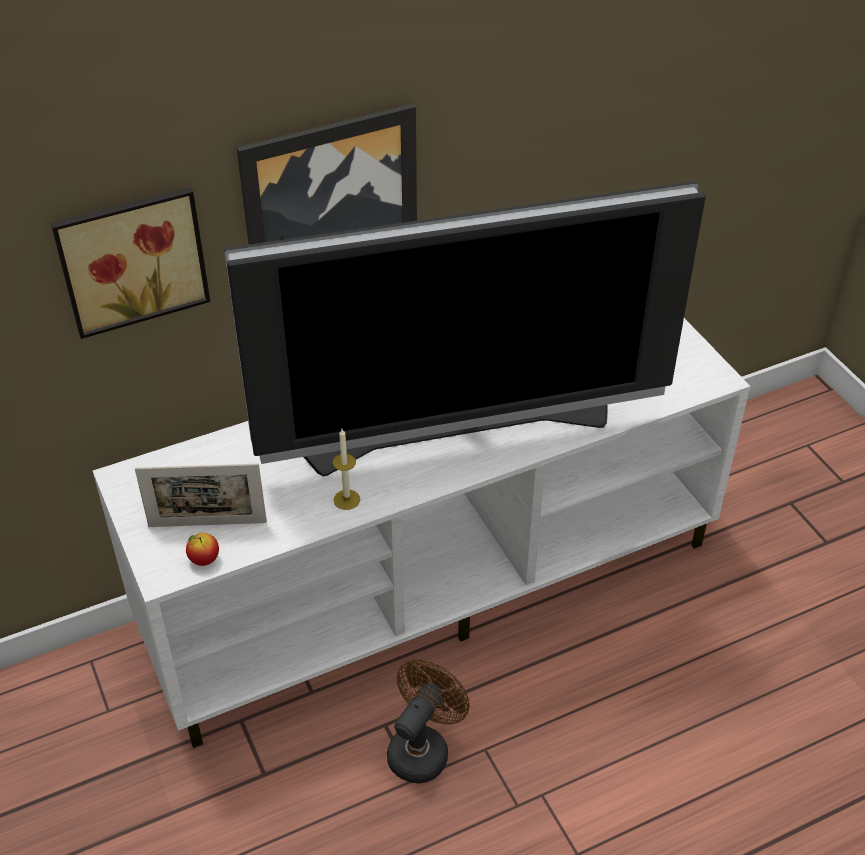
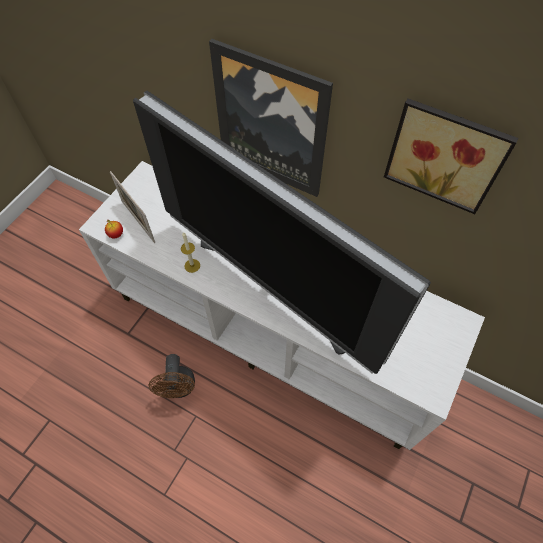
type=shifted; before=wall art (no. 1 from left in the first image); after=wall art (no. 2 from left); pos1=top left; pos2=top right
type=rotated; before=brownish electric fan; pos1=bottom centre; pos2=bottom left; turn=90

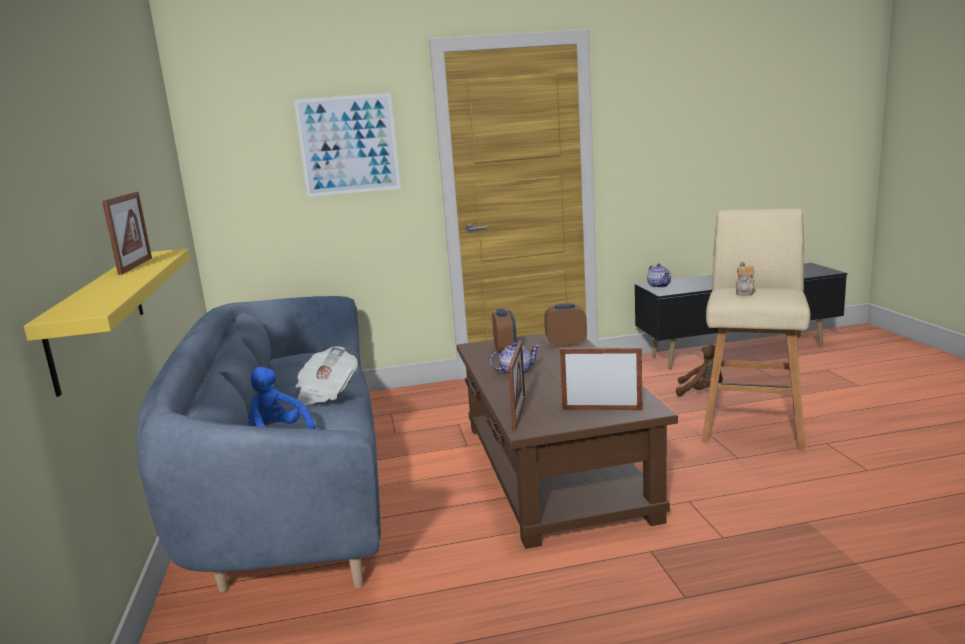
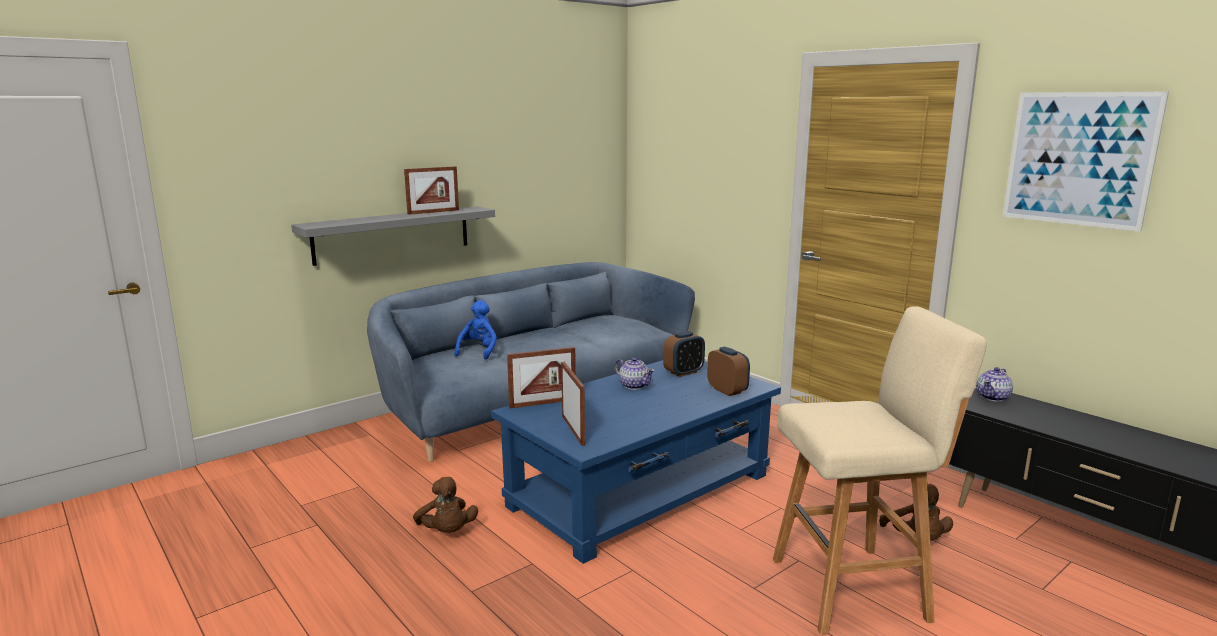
type=gone; before=newspaper; pos1=centre
type=gone; before=pot for tea (no. 3 from left); pos1=middle right
type=new; after=brownish plush toy (no. 1 from left); pos2=bottom centre
type=shifted; before=wall art; pos1=top centre; pos2=top right
type=repainted; before=yellow wall shelf; after=greyish wall shelf; pos1=middle left; pos2=middle left
type=repainted; before=brownish coffee table; after=blue coffee table; pos1=bottom centre; pos2=bottom centre

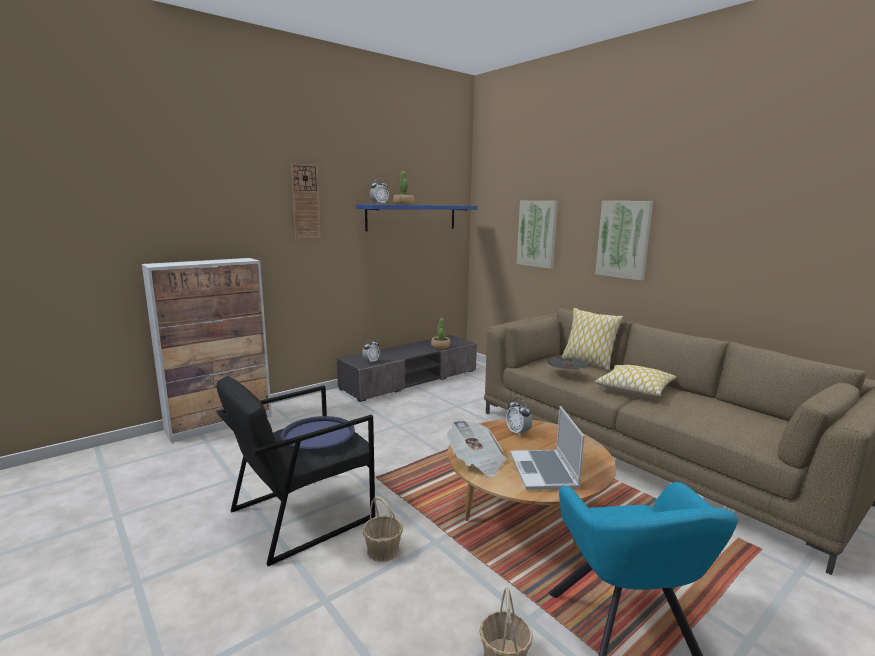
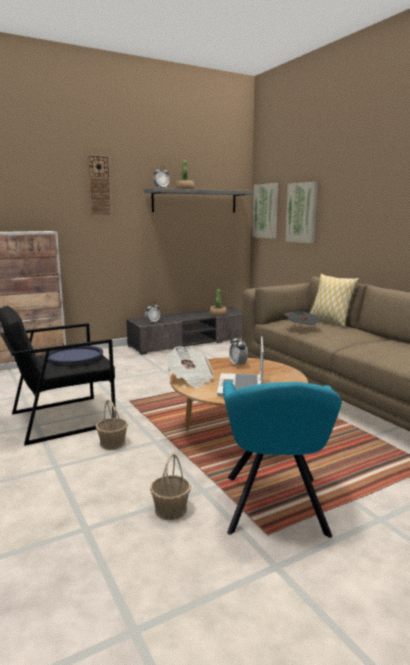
type=gone; before=pillow (no. 2 from left); pos1=middle right
type=shifted; before=wall art (no. 2 from left in the first image); after=wall art (no. 1 from left); pos1=middle right; pos2=top centre
type=repainted; before=blue wall shelf; after=greyish wall shelf; pos1=top centre; pos2=top centre

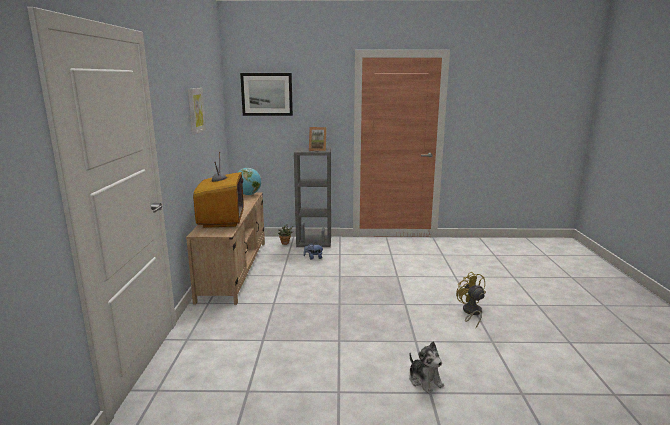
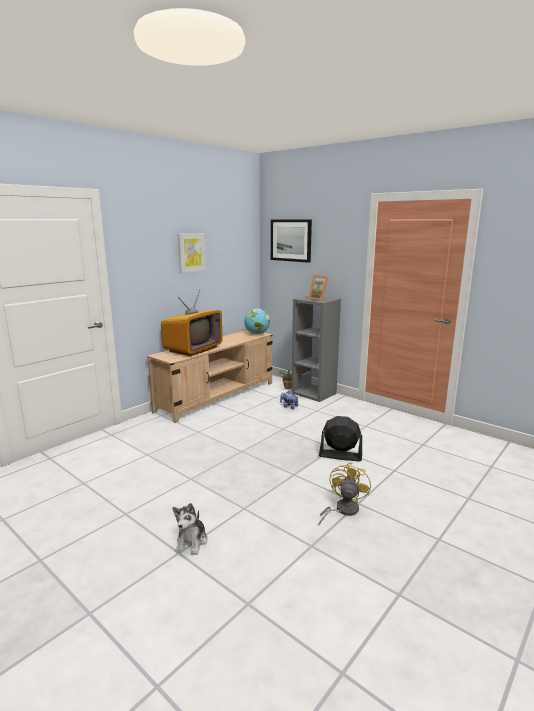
type=new; after=blackish electric fan; pos2=centre

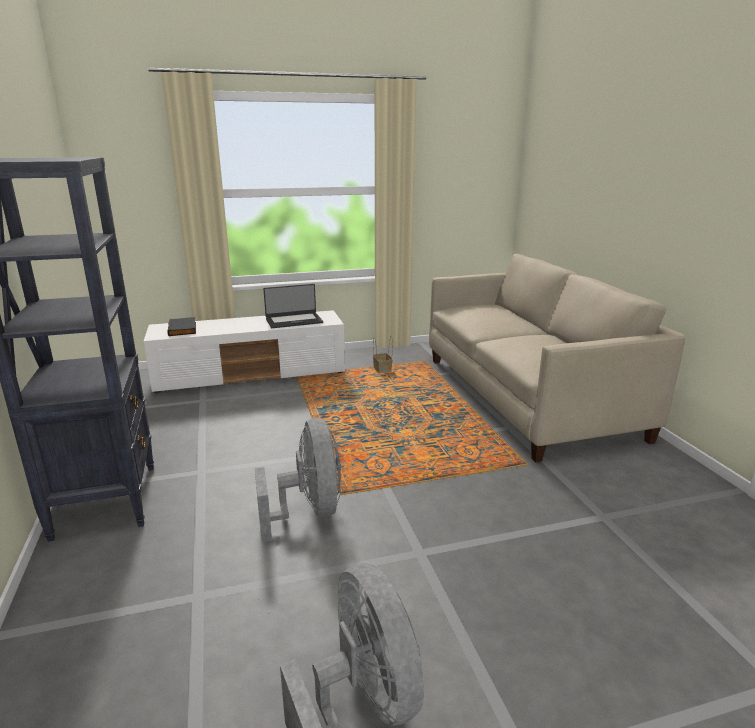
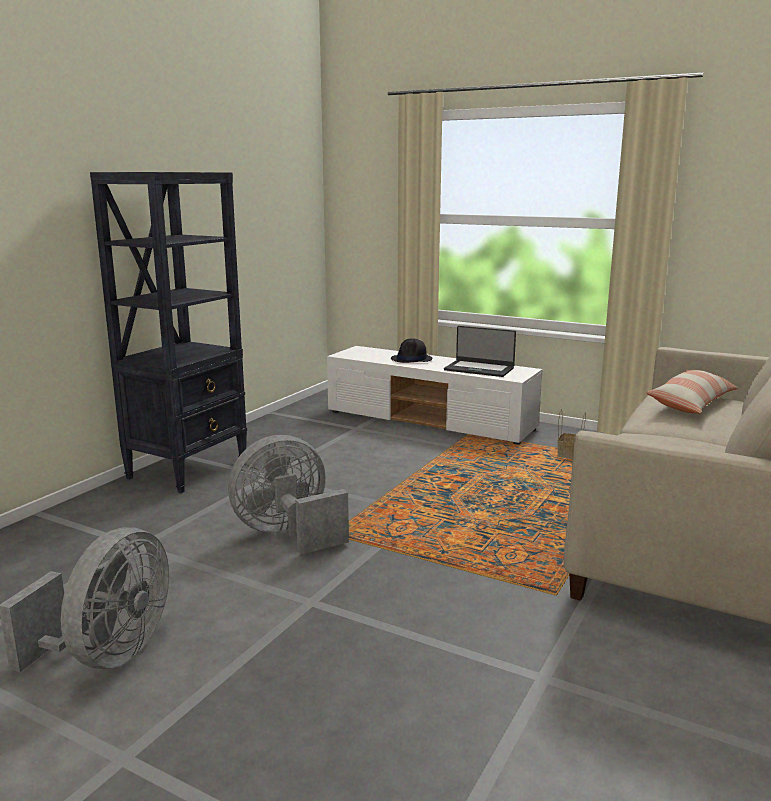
type=gone; before=blackish book; pos1=middle left
type=new; after=blackish wearable hat; pos2=centre
type=new; after=pillow; pos2=middle right
type=rotated; before=greyish electric fan (no. 1 from left in the first image); pos1=centre; pos2=centre; turn=-150

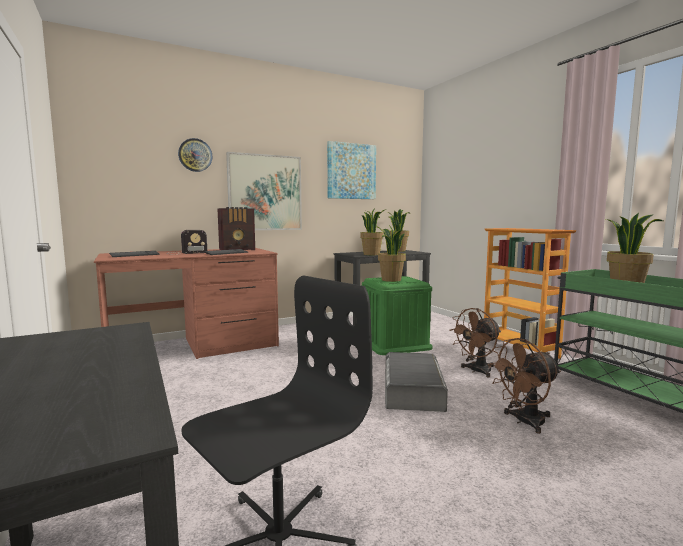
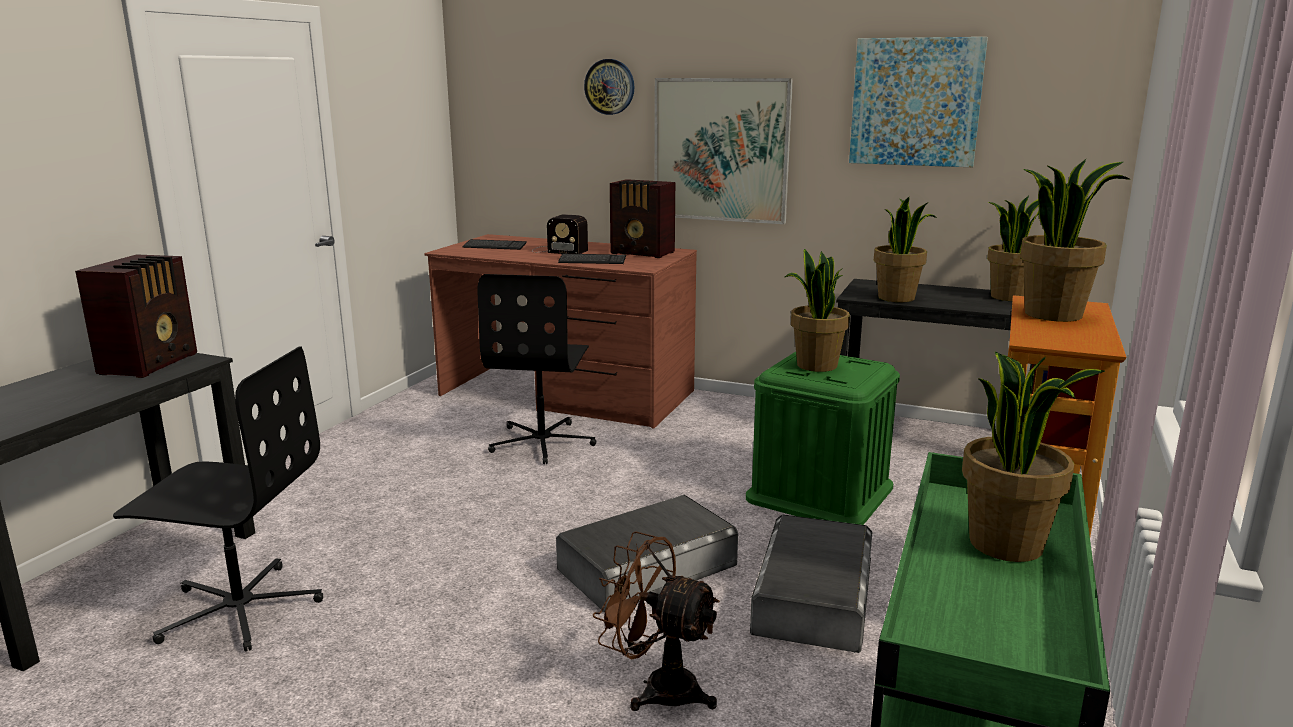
type=new; after=radio receiver (no. 1 from left); pos2=middle left
type=new; after=blackish desk chair (no. 2 from left); pos2=centre
type=new; after=plant in a pot (no. 5 from left); pos2=top right
type=swapped; before=brownish electric fan (no. 1 from left); after=greyish storage box (no. 2 from left); pos1=middle right; pos2=bottom centre

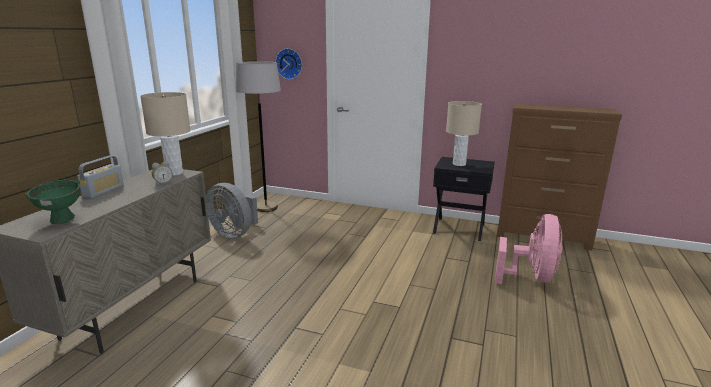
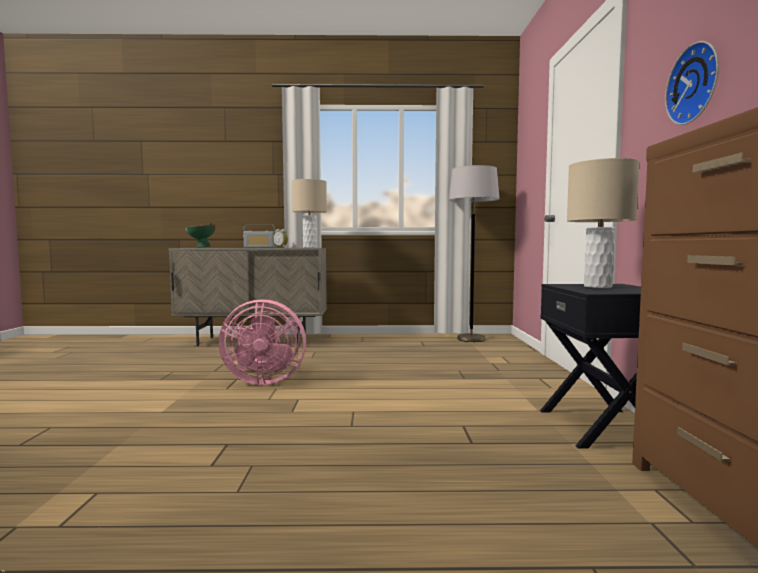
type=gone; before=greyish electric fan; pos1=middle left
type=shifted; before=clock on the wall; pos1=top centre; pos2=top right
type=shifted; before=pink electric fan; pos1=middle right; pos2=centre

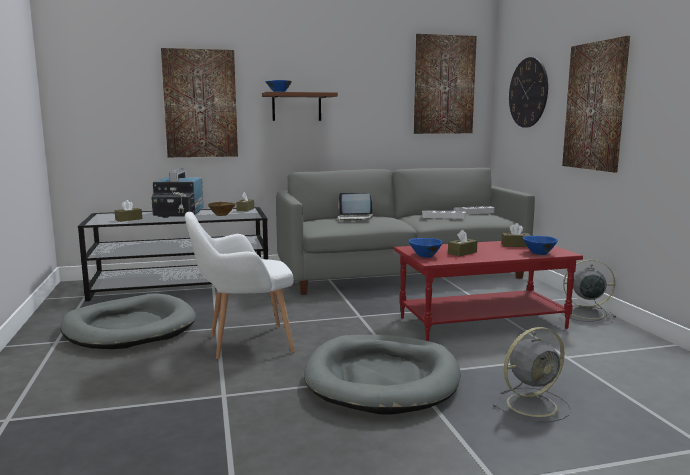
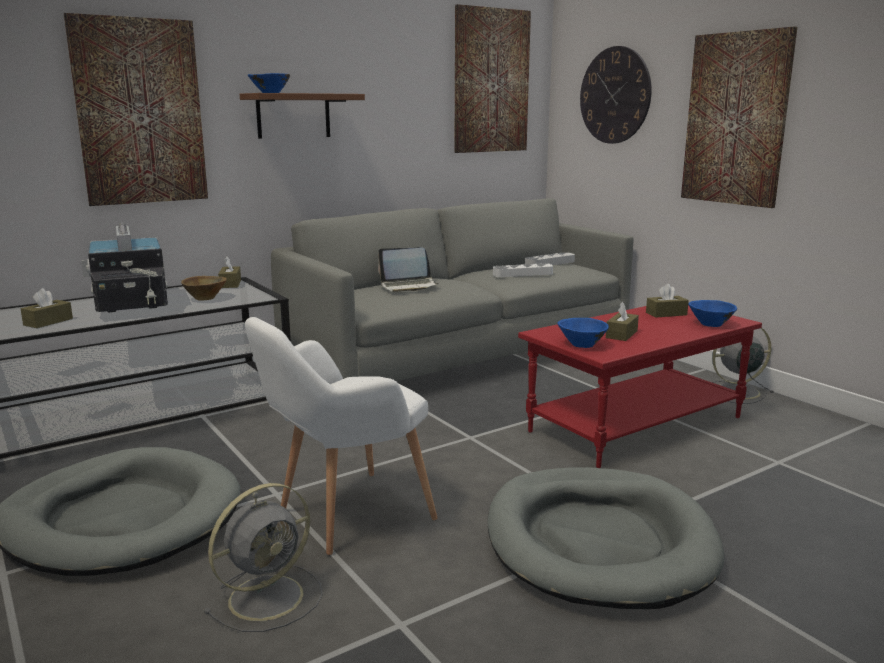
type=shifted; before=greyish electric fan (no. 1 from left); pos1=bottom right; pos2=bottom left

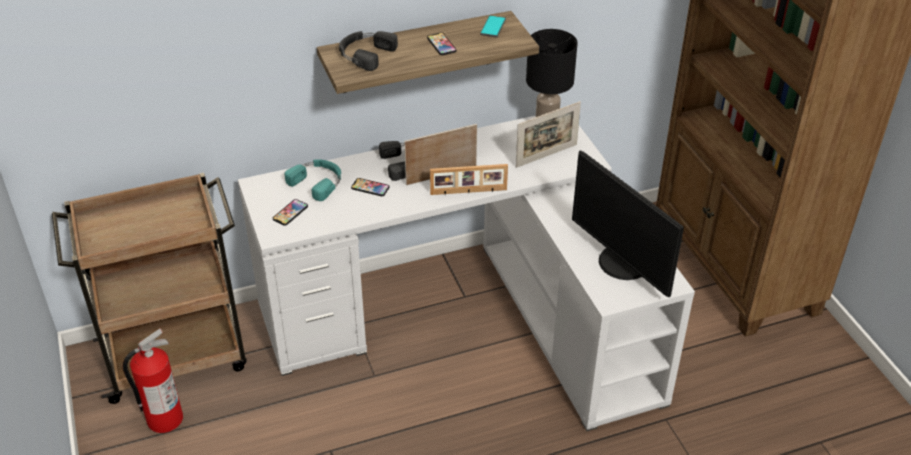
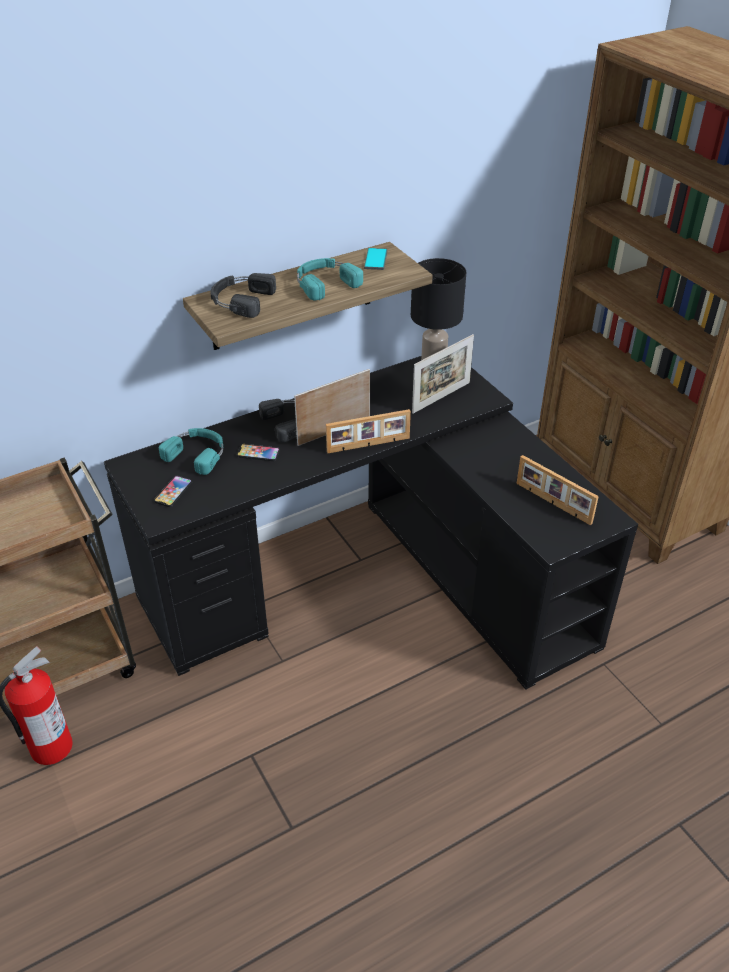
type=swapped; before=phone (no. 3 from left); after=turquoise-coloured pair of headphones (no. 2 from left); pos1=top centre; pos2=top centre
type=swapped; before=computer screen; after=standing frame (no. 4 from left); pos1=middle right; pos2=middle right
type=repainted; before=white-coloured desk; after=blackish desk; pos1=centre; pos2=centre

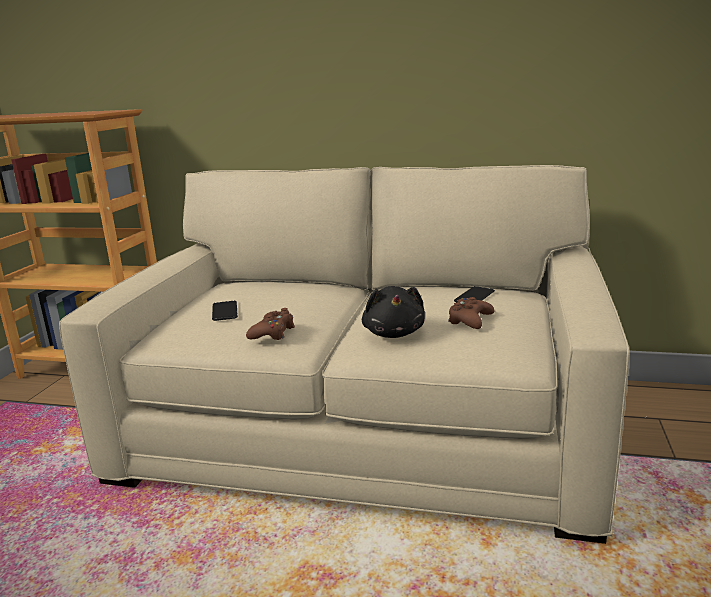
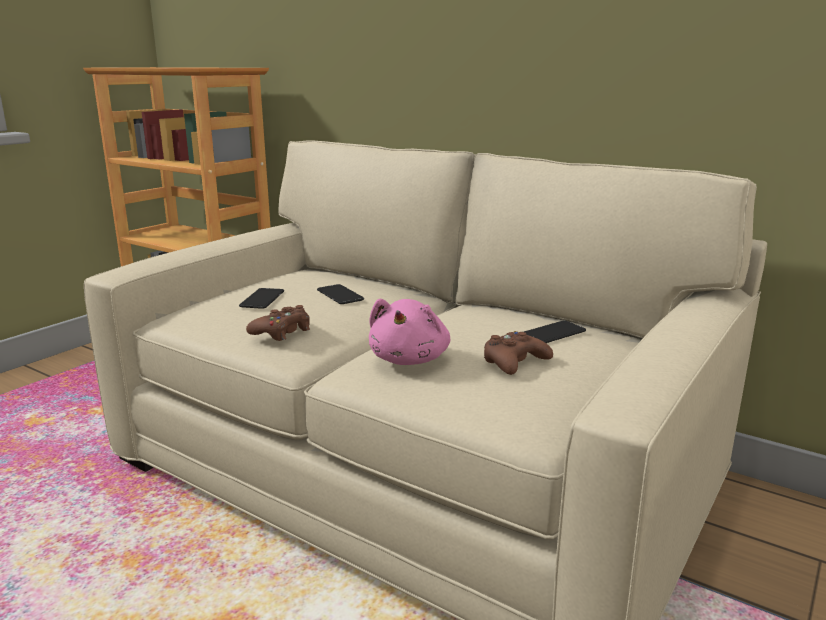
type=new; after=phone (no. 2 from left); pos2=centre
type=repainted; before=blackish plush toy; after=pink plush toy; pos1=centre; pos2=centre

